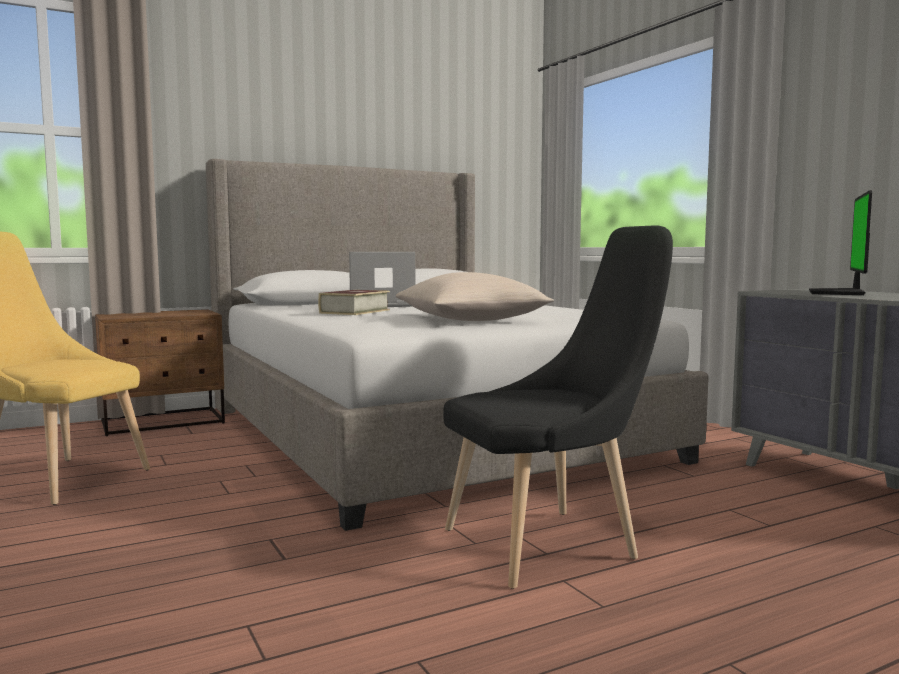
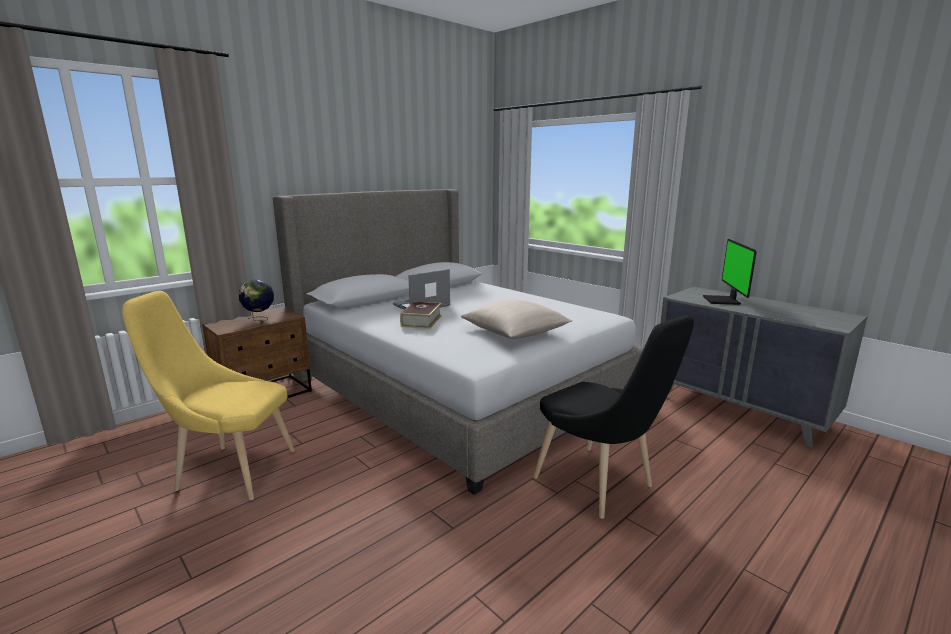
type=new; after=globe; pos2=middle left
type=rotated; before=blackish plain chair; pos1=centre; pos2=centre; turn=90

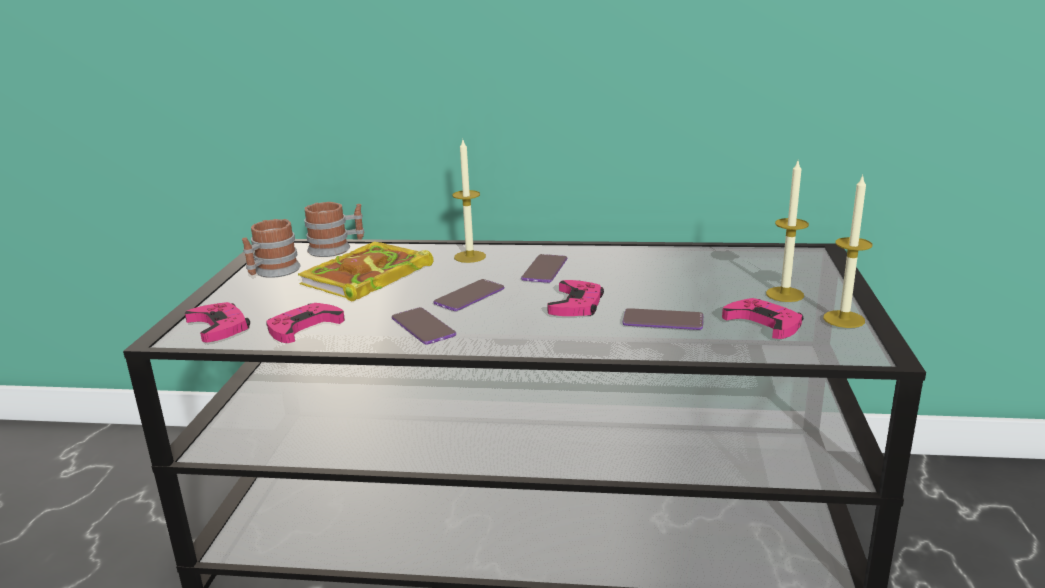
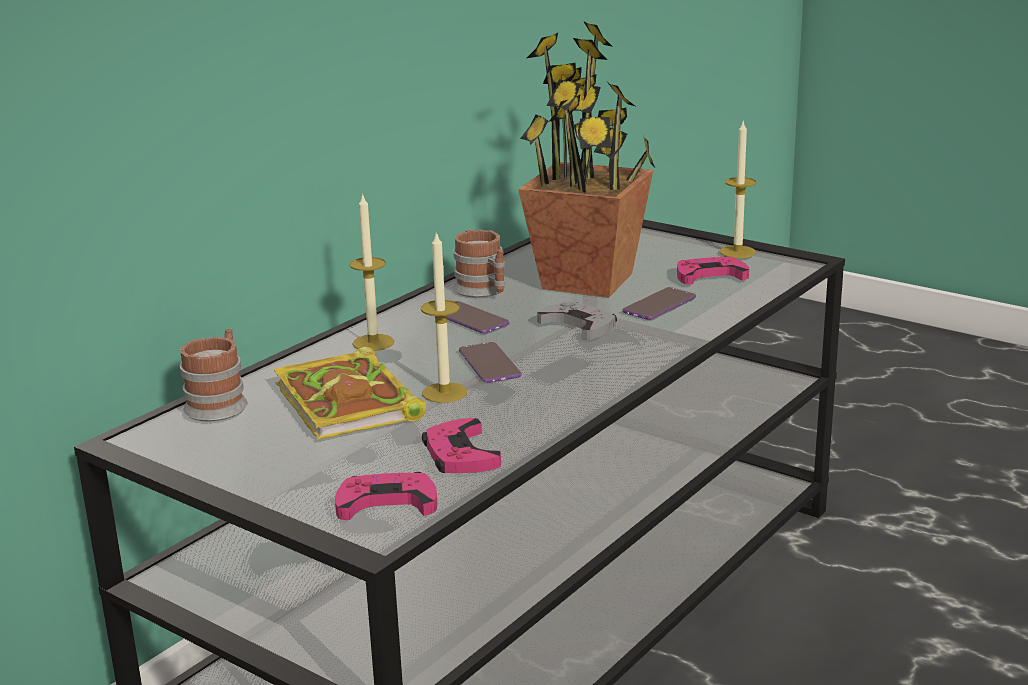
type=gone; before=phone (no. 1 from left); pos1=centre
type=new; after=plant in a pot; pos2=top centre
type=shifted; before=tea mug (no. 1 from left in the first image); after=tea mug (no. 2 from left); pos1=middle left; pos2=centre
type=shifted; before=wax candle (no. 2 from left); pos1=middle right; pos2=centre
type=repainted; before=pink gamepad (no. 3 from left); after=greyish gamepad; pos1=centre; pos2=centre

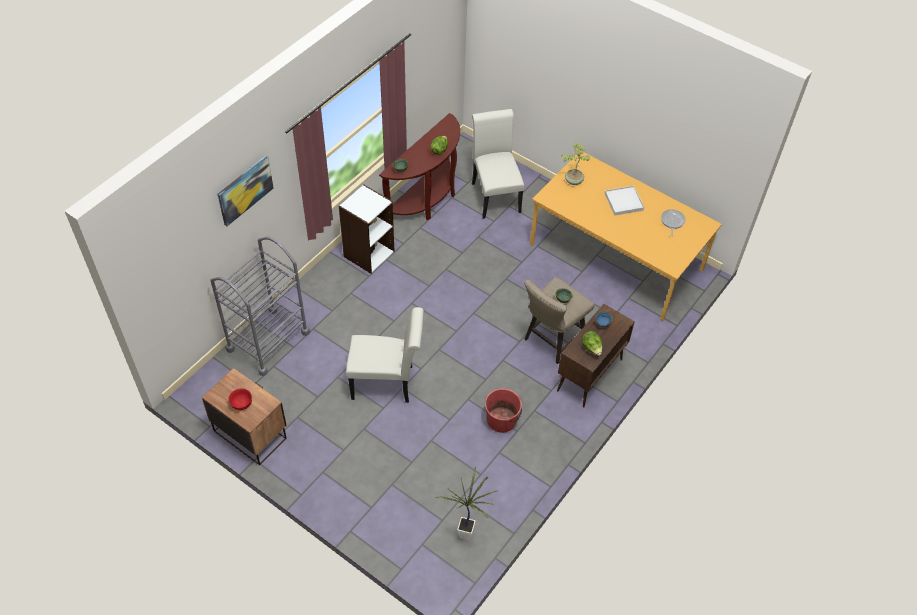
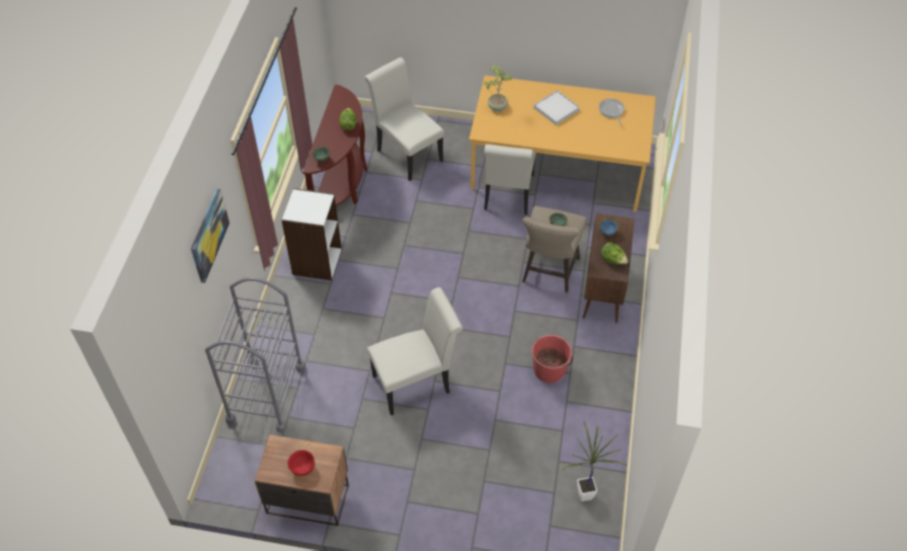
type=new; after=white-coloured plain chair (no. 3 from left); pos2=top centre

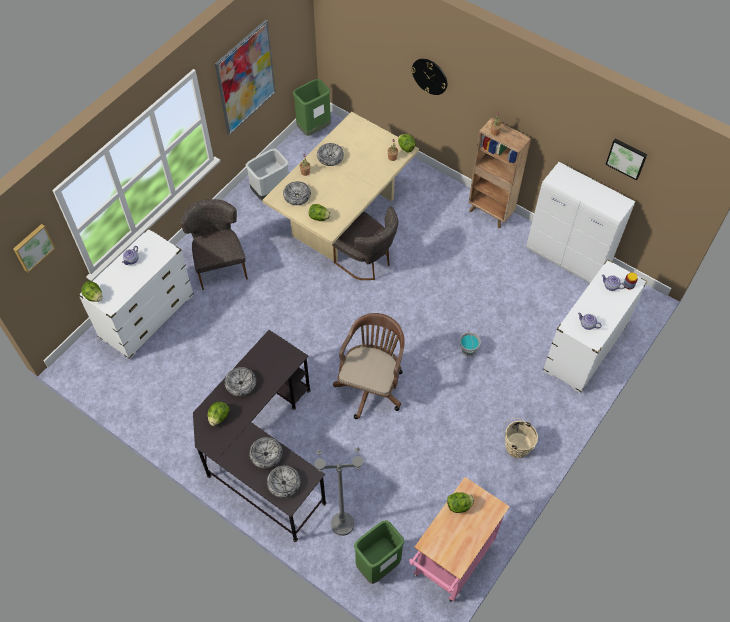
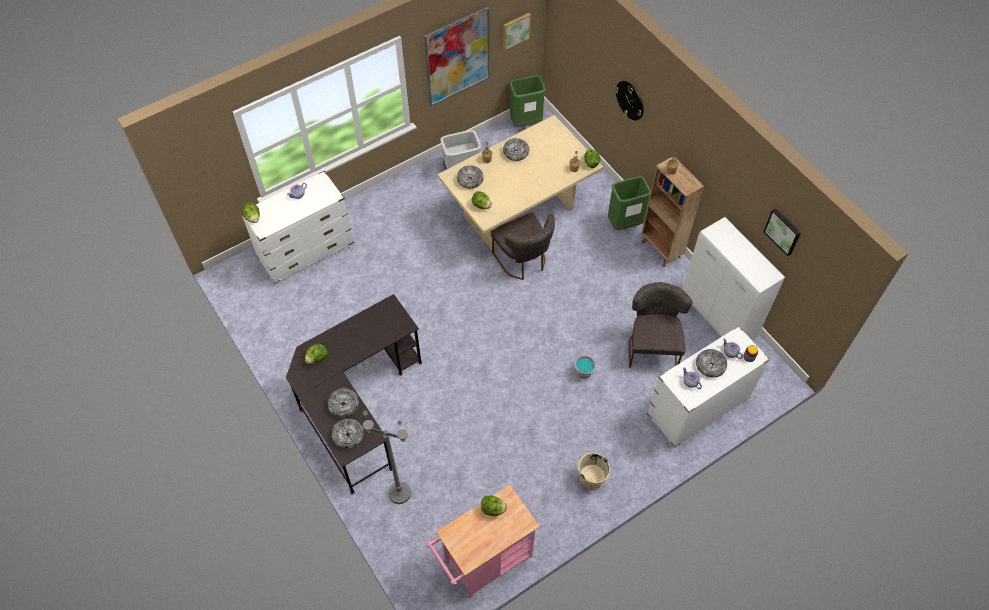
type=gone; before=brownish desk chair; pos1=centre
type=shifted; before=wall art (no. 1 from left in the first image); after=wall art (no. 2 from left); pos1=middle left; pos2=top centre
type=shifted; before=greyish plain chair (no. 1 from left in the first image); after=greyish plain chair (no. 2 from left); pos1=middle left; pos2=middle right
type=shifted; before=serving bowl (no. 1 from left in the first image); after=serving bowl (no. 5 from left); pos1=middle left; pos2=middle right
type=shifted; before=greenish waste bin (no. 2 from left); pos1=bottom centre; pos2=top centre

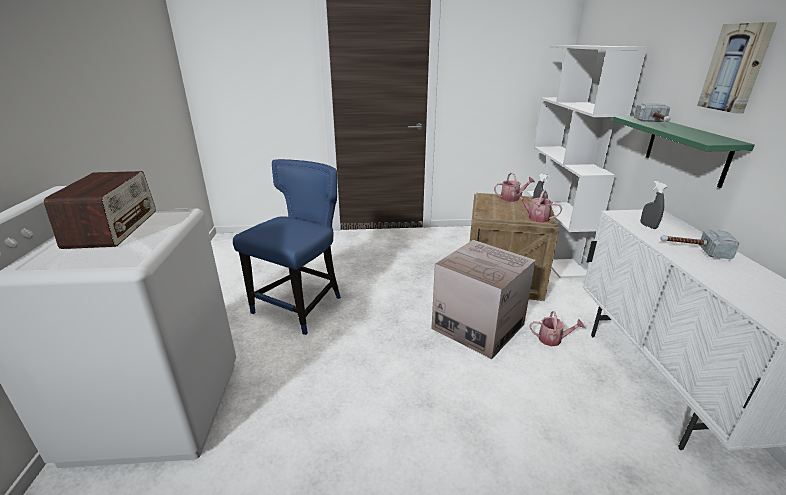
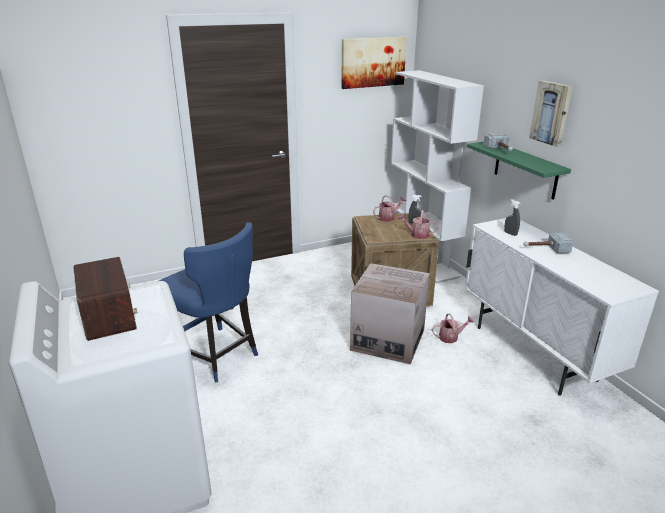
type=new; after=wall art (no. 1 from left); pos2=top centre
type=rotated; before=blue plain chair; pos1=centre; pos2=middle left; turn=120

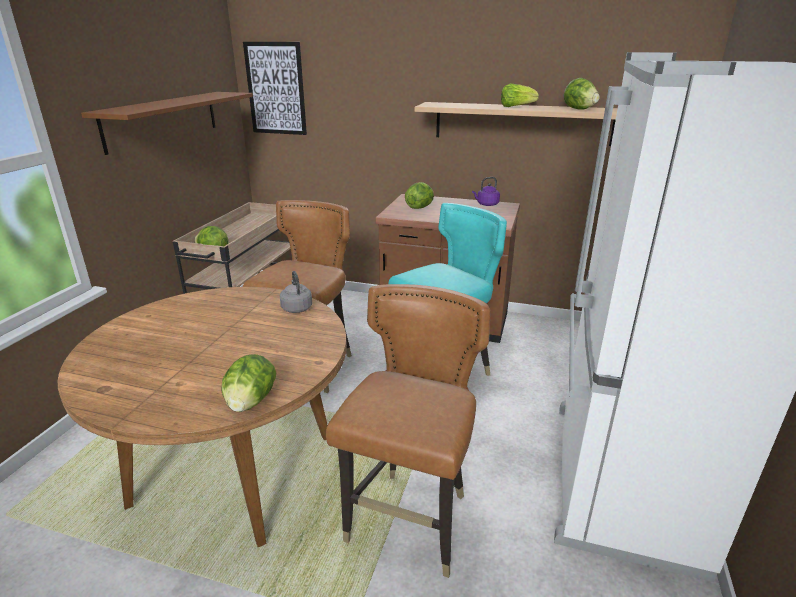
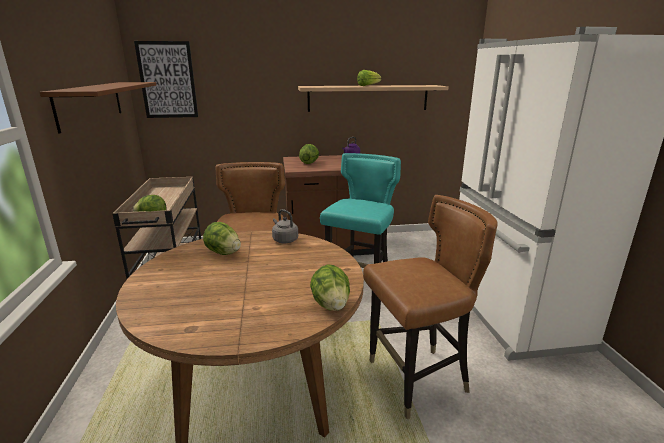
type=shifted; before=head of lettuce (no. 5 from left in the first image); after=head of lettuce (no. 2 from left); pos1=top right; pos2=centre
type=rotated; before=brownish plain chair (no. 2 from left); pos1=bottom centre; pos2=bottom centre; turn=75

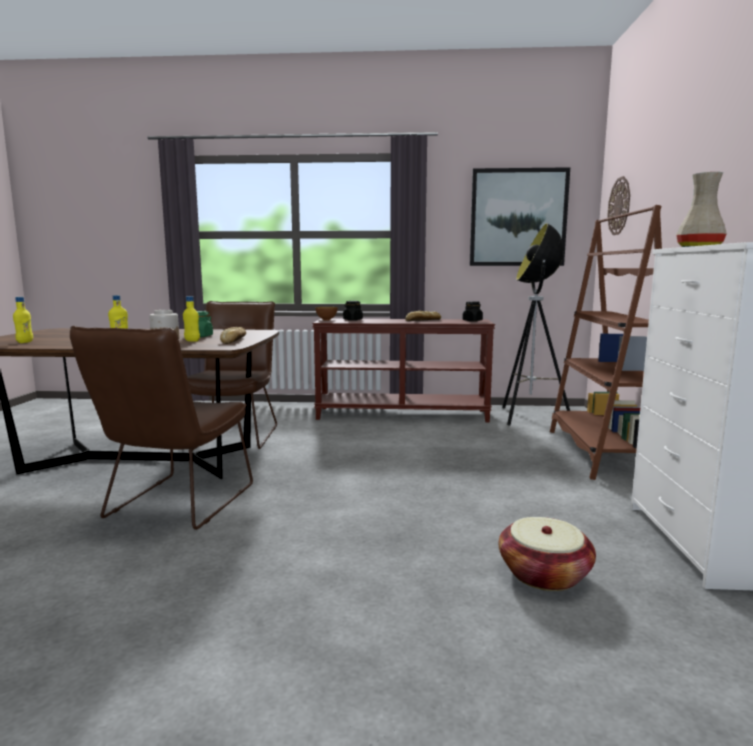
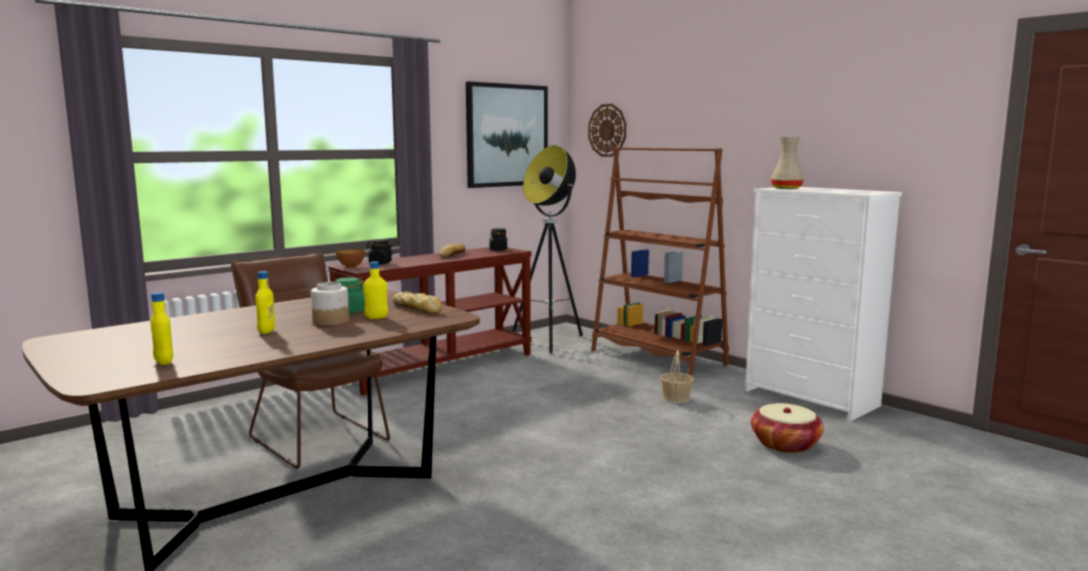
type=gone; before=brownish plain chair (no. 1 from left); pos1=middle left
type=new; after=basket (no. 1 from left); pos2=centre

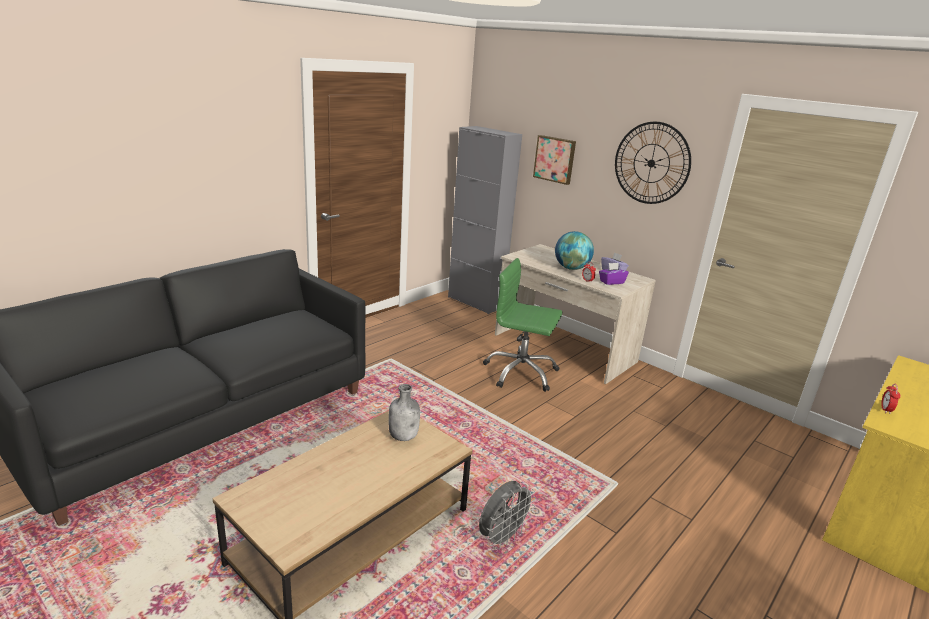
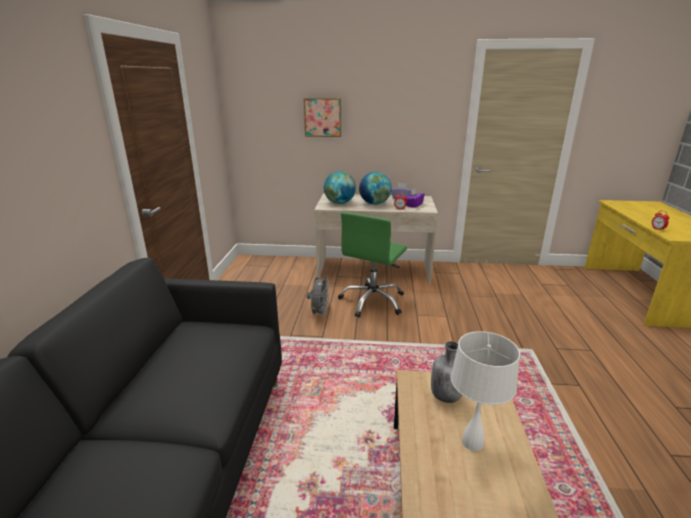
type=gone; before=greyish cupboard; pos1=centre
type=gone; before=clock on the wall; pos1=top right
type=new; after=globe (no. 1 from left); pos2=centre
type=new; after=white-coloured tabletop lamp; pos2=bottom right
type=shifted; before=greyish electric fan; pos1=bottom centre; pos2=centre
type=rotated; before=greenish desk chair; pos1=centre; pos2=centre; turn=-45

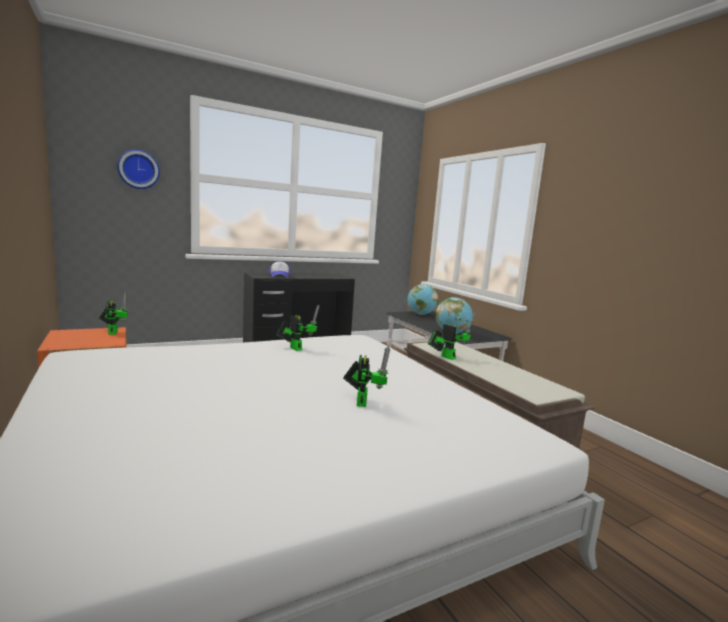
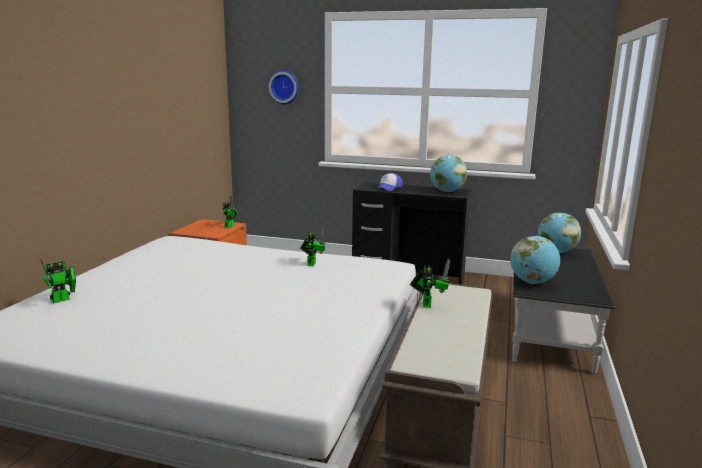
type=new; after=globe (no. 1 from left); pos2=centre
type=shifted; before=robot figure (no. 3 from left in the first image); after=robot figure (no. 1 from left); pos1=centre; pos2=middle left

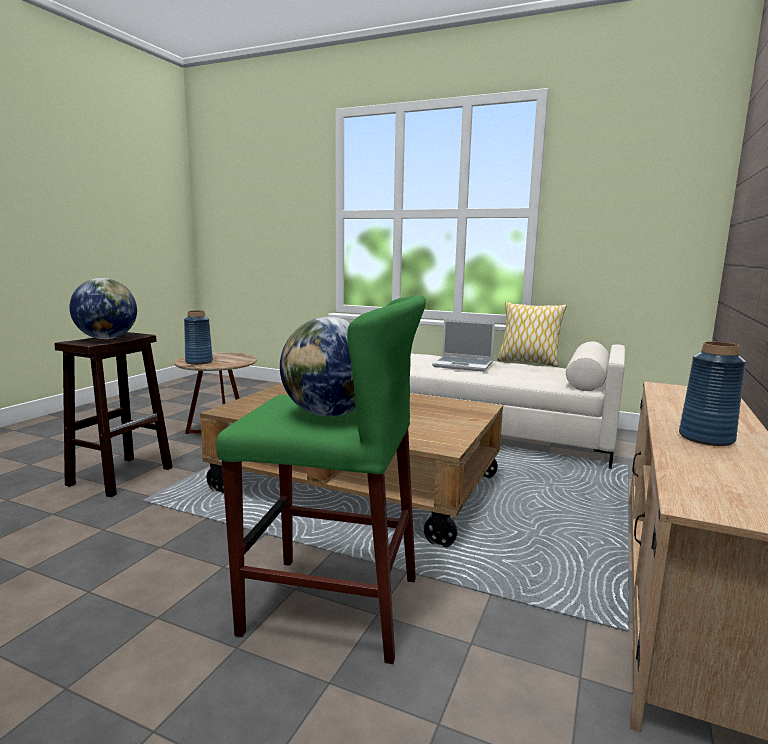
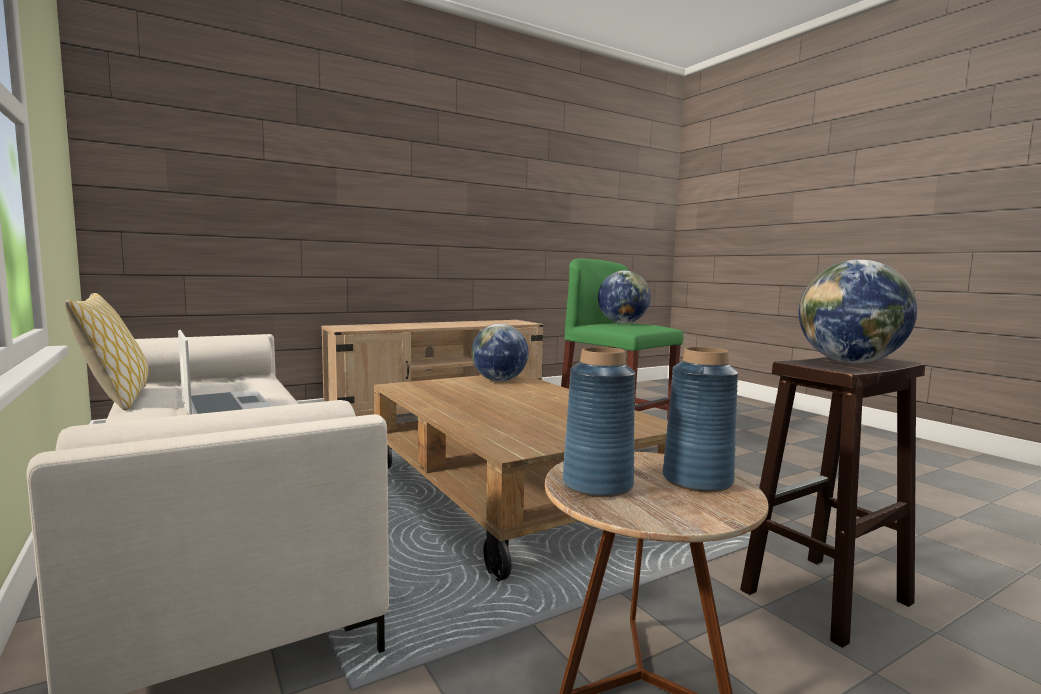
type=new; after=globe (no. 1 from left); pos2=centre
type=shifted; before=blue decorative vase (no. 2 from left in the first image); after=blue decorative vase (no. 1 from left); pos1=middle right; pos2=centre

